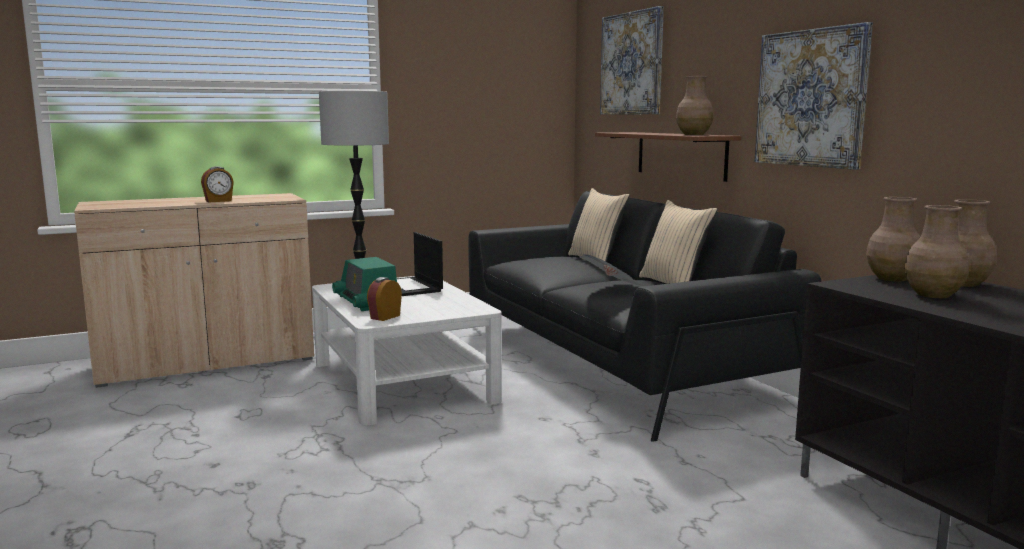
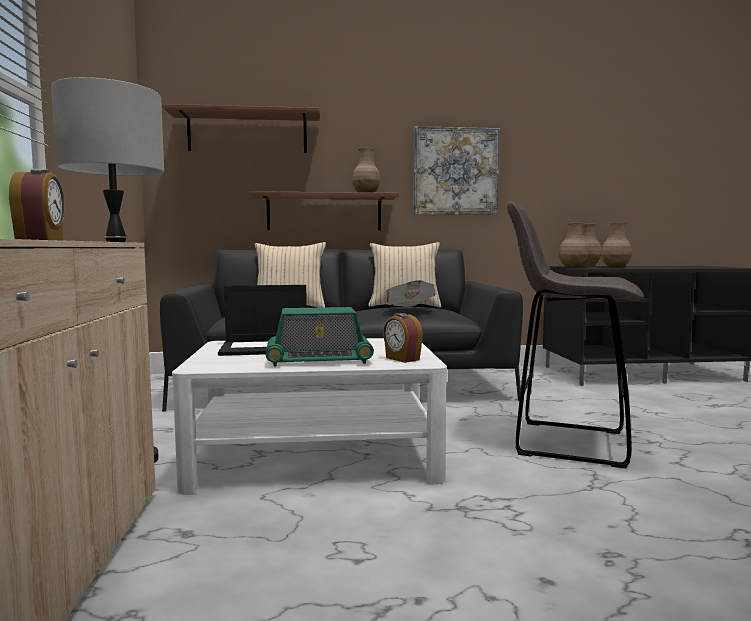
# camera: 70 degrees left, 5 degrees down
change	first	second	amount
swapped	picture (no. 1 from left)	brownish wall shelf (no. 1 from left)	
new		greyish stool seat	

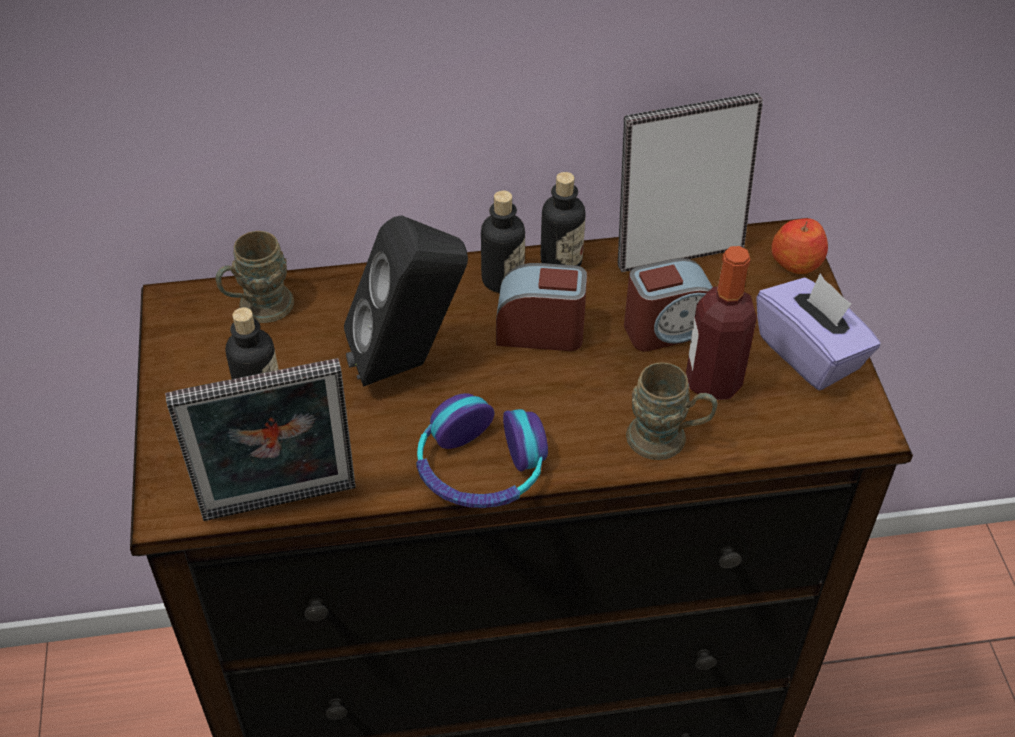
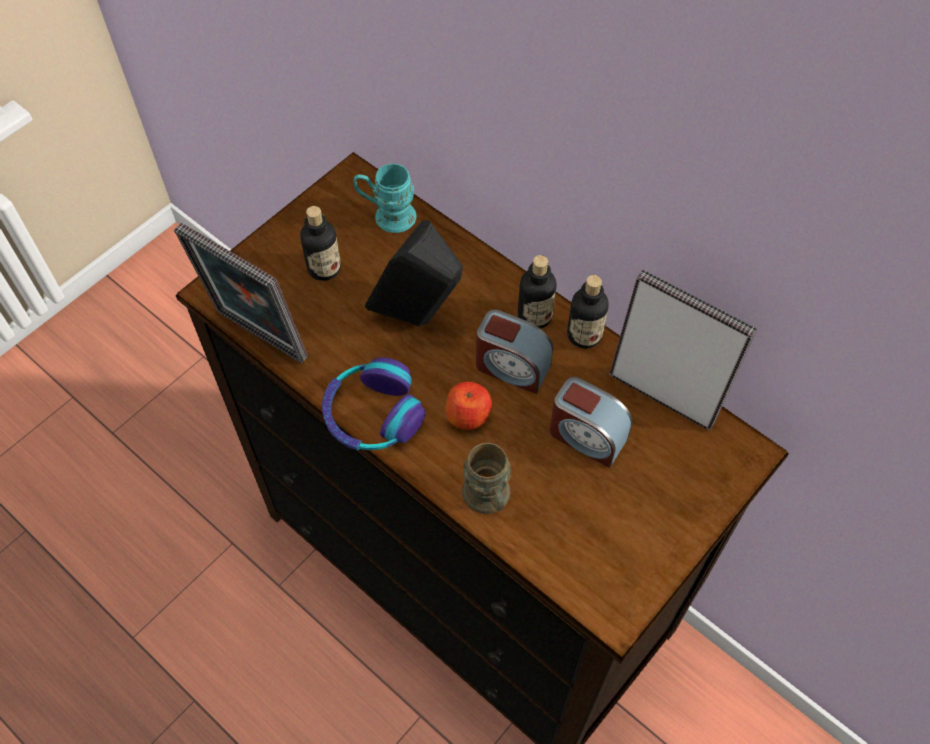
# camera: 50 degrees right, 10 degrees up
change	first	second	amount
shifted	whole apple		
repainted	brownish mug (no. 1 from left)	turquoise-coloured mug	
gone	bottle (no. 4 from left)		
rotated	table clock (no. 1 from left)		150 degrees clockwise
gone	purplish box of tissues		

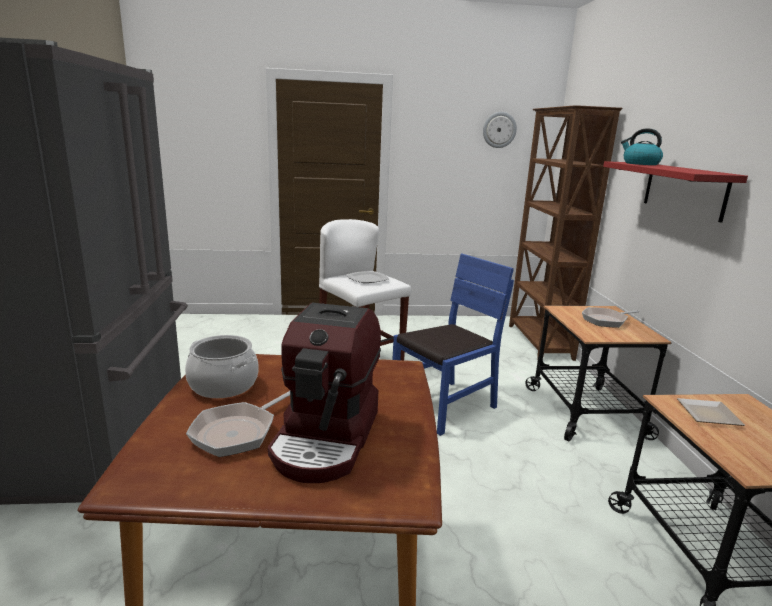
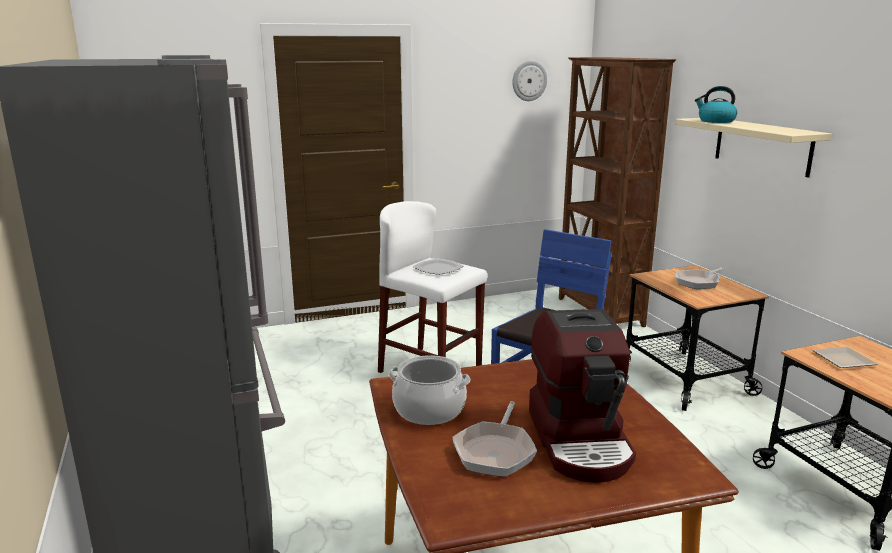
# camera: 15 degrees left, 0 degrees up
change	first	second	amount
repainted	reddish wall shelf	sand-coloured wall shelf	

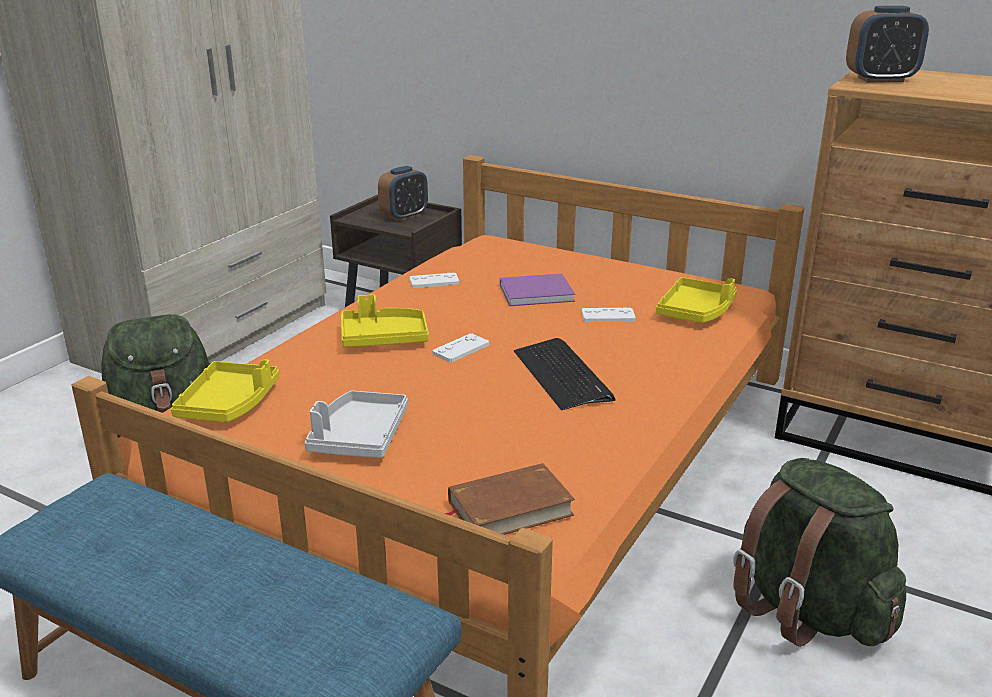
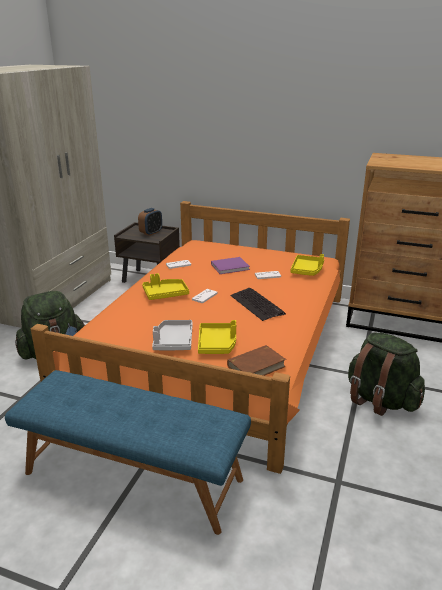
# camera: 10 degrees left, 0 degrees up
change	first	second	amount
gone	table clock (no. 2 from left)		
shifted	yellow carrying tray (no. 1 from left in the first image)	yellow carrying tray (no. 2 from left)	

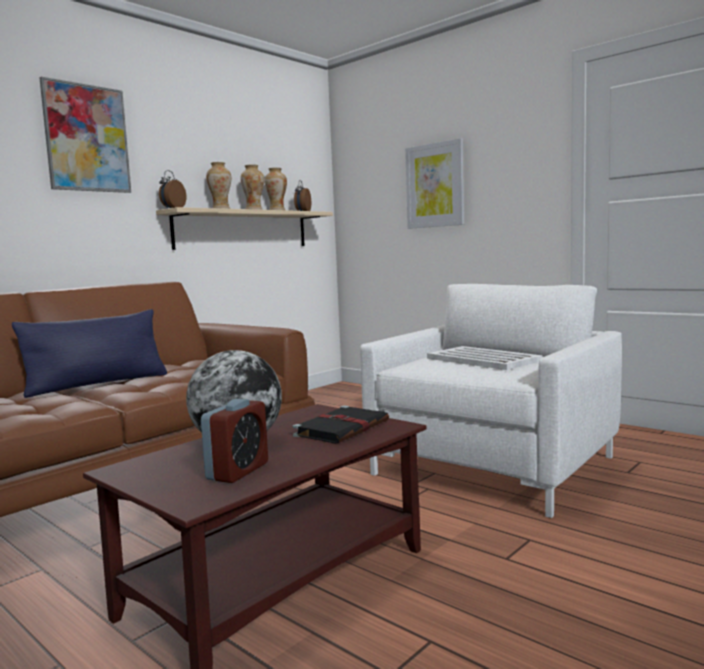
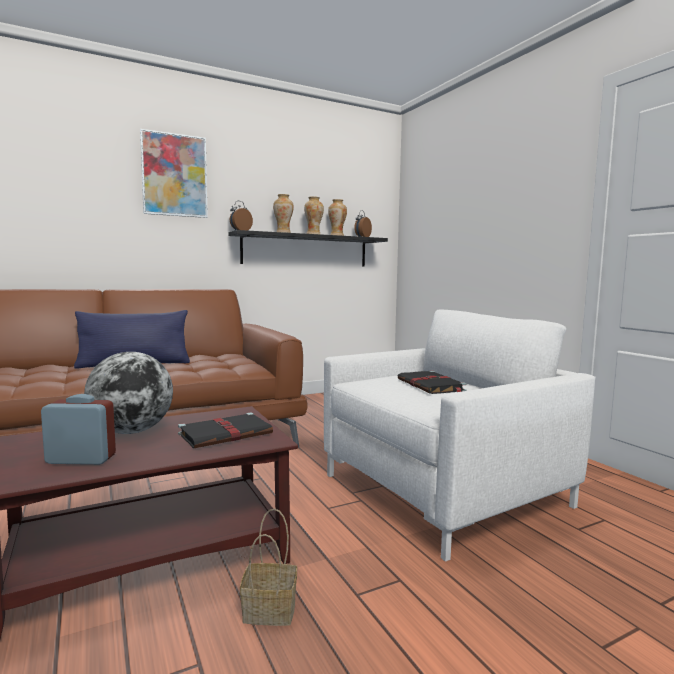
# camera: 20 degrees right, 0 degrees up
change	first	second	amount
gone	picture (no. 2 from left)		
repainted	sand-coloured wall shelf	black wall shelf	
swapped	whitish carrying tray	black bound book (no. 2 from left)	
rotated	table clock (no. 2 from left in the first image)	table clock (no. 1 from left)	135 degrees counterclockwise
new		storage basket	

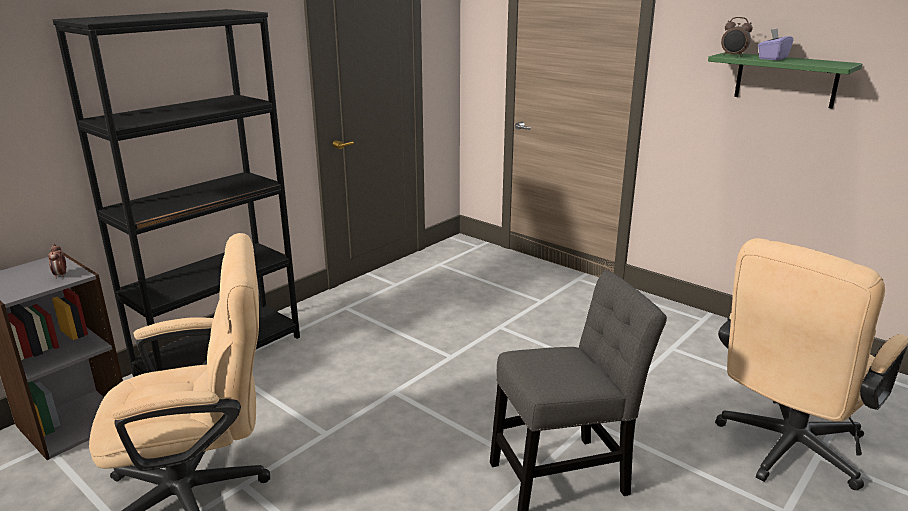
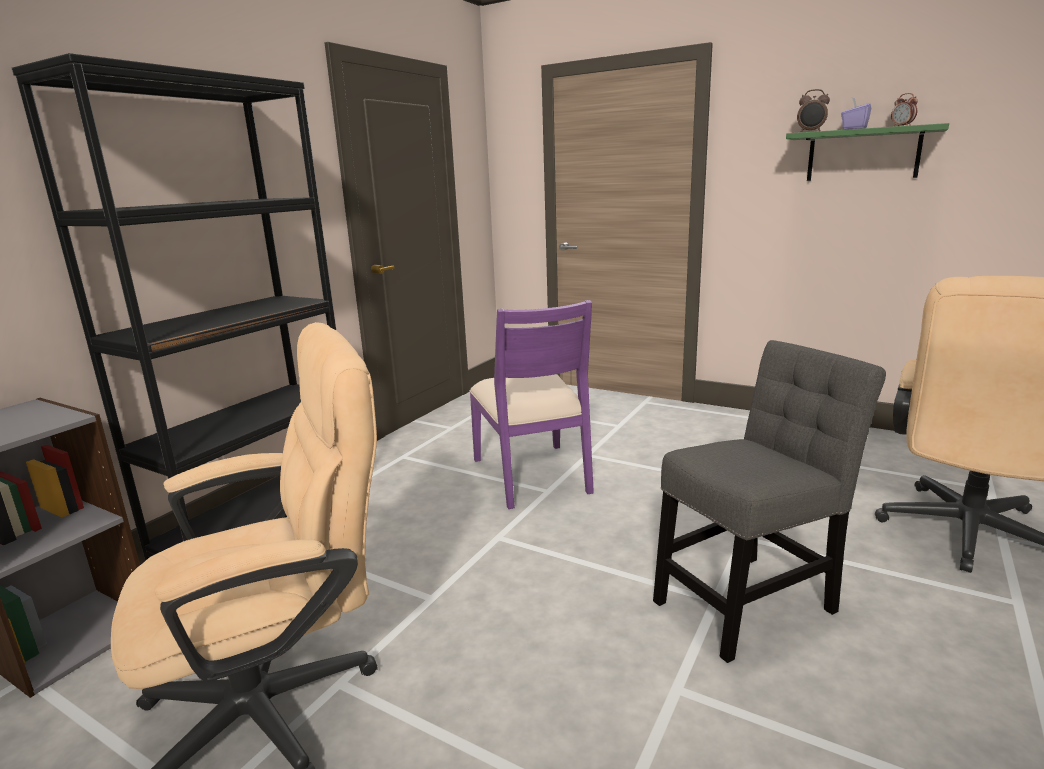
# camera: 10 degrees left, 5 degrees down
change	first	second	amount
shifted	table clock (no. 1 from left in the first image)	table clock (no. 2 from left)	
new		purplish plain chair	

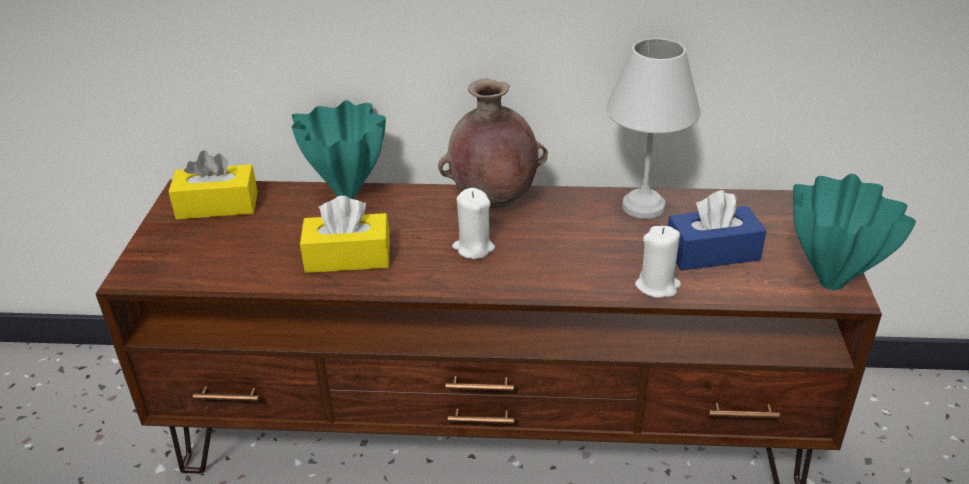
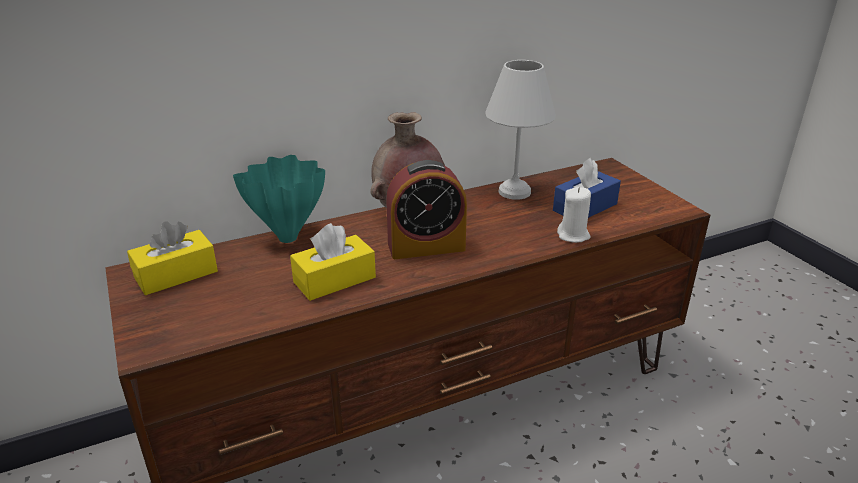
# camera: 30 degrees left, 5 degrees down
change	first	second	amount
gone	turquoise-coloured vase (no. 2 from left)		
swapped	whitish wax candle (no. 1 from left)	table clock	

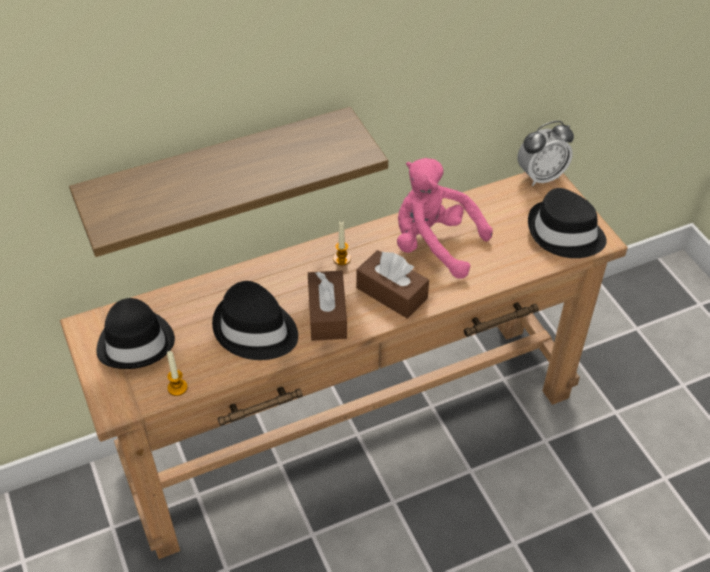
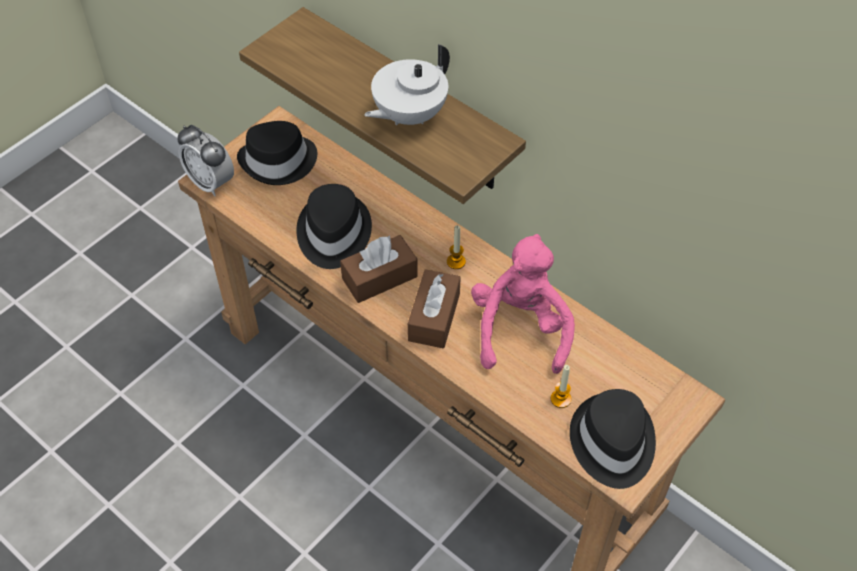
# camera: 65 degrees right, 5 degrees up
change	first	second	amount
shifted	table clock		
shifted	wax candle (no. 1 from left in the first image)	wax candle (no. 2 from left)	
new		whitish teapot	

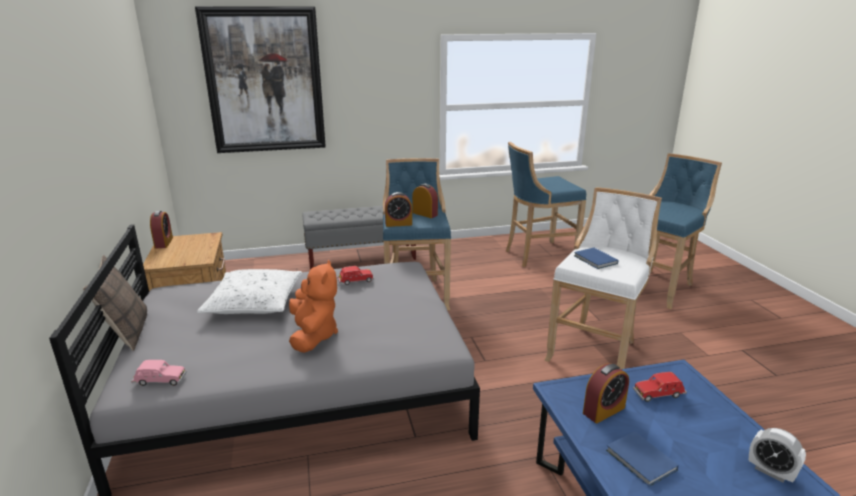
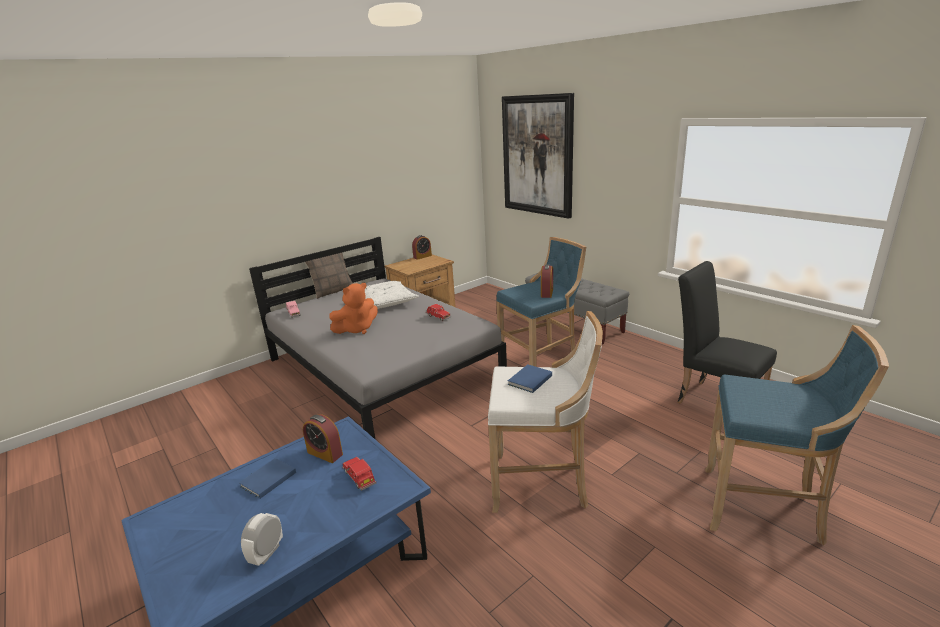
# camera: 65 degrees right, 0 degrees up
change	first	second	amount
swapped	bluish stool seat (no. 2 from left)	black plain chair	
gone	table clock (no. 2 from left)		

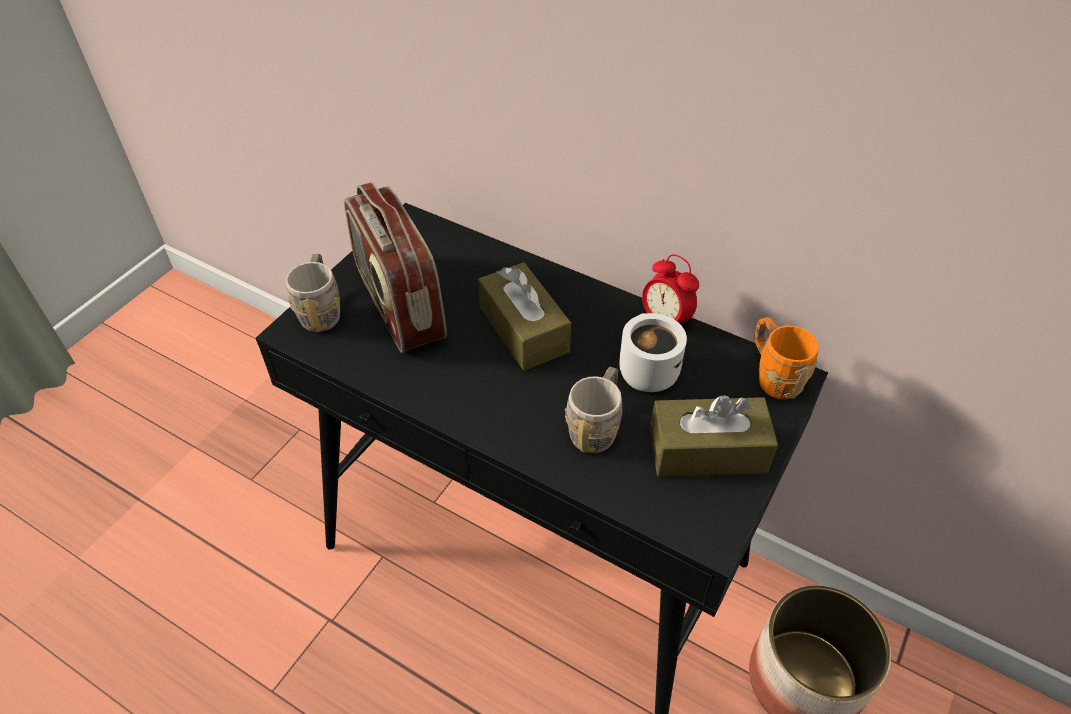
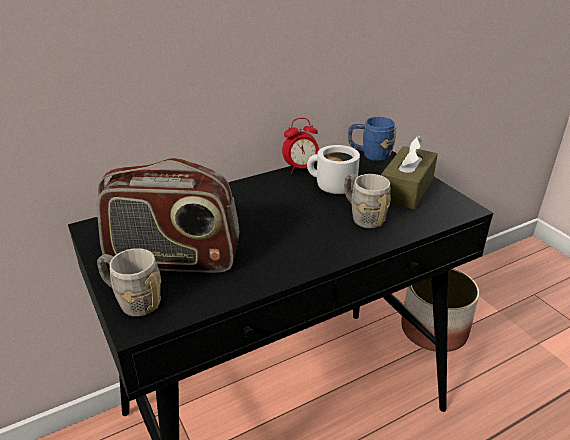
# camera: 60 degrees left, 15 degrees down
change	first	second	amount
gone	brownish box of tissues (no. 1 from left)		
repainted	orangey mug	bluish mug	

